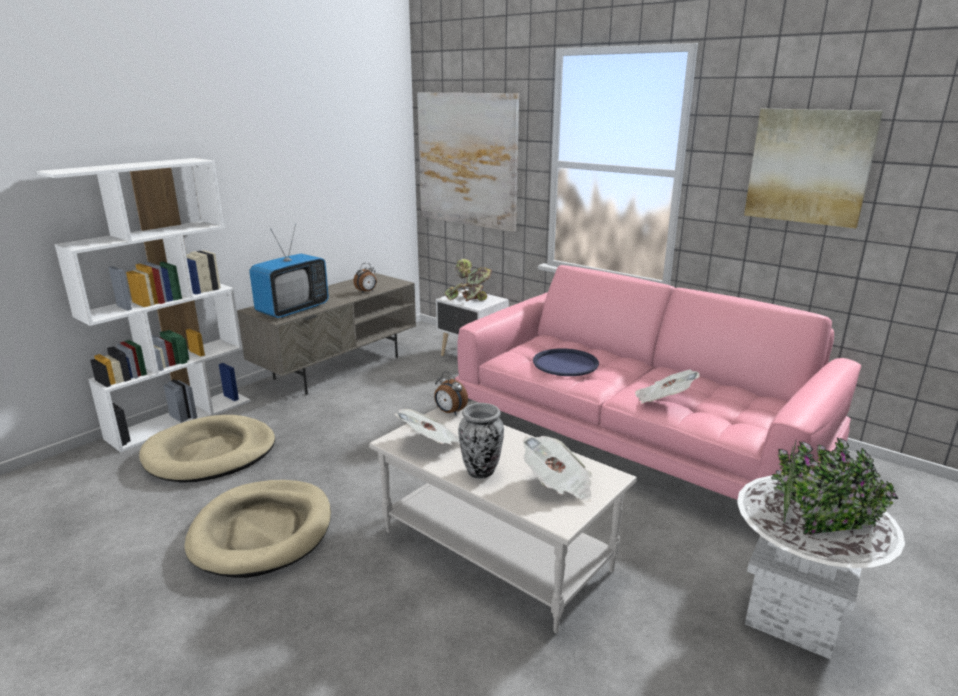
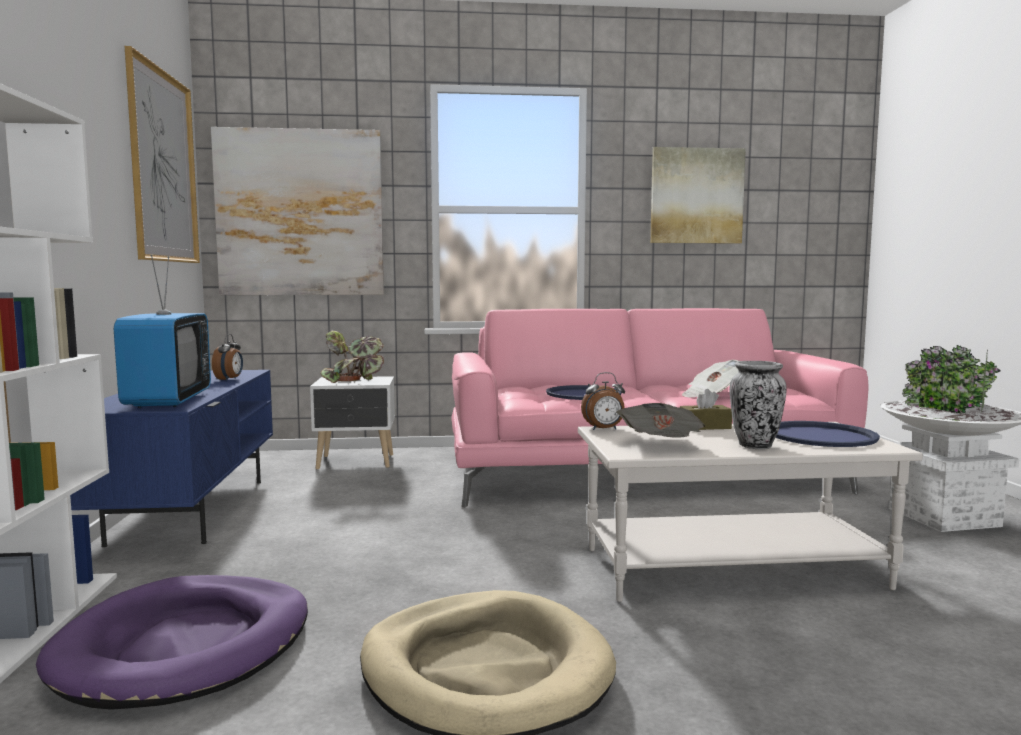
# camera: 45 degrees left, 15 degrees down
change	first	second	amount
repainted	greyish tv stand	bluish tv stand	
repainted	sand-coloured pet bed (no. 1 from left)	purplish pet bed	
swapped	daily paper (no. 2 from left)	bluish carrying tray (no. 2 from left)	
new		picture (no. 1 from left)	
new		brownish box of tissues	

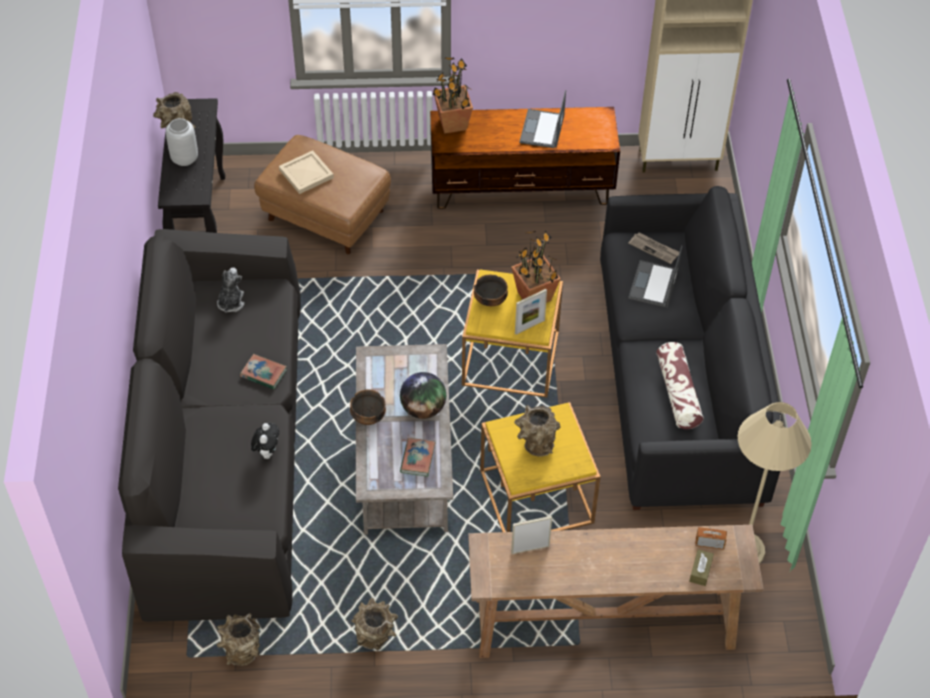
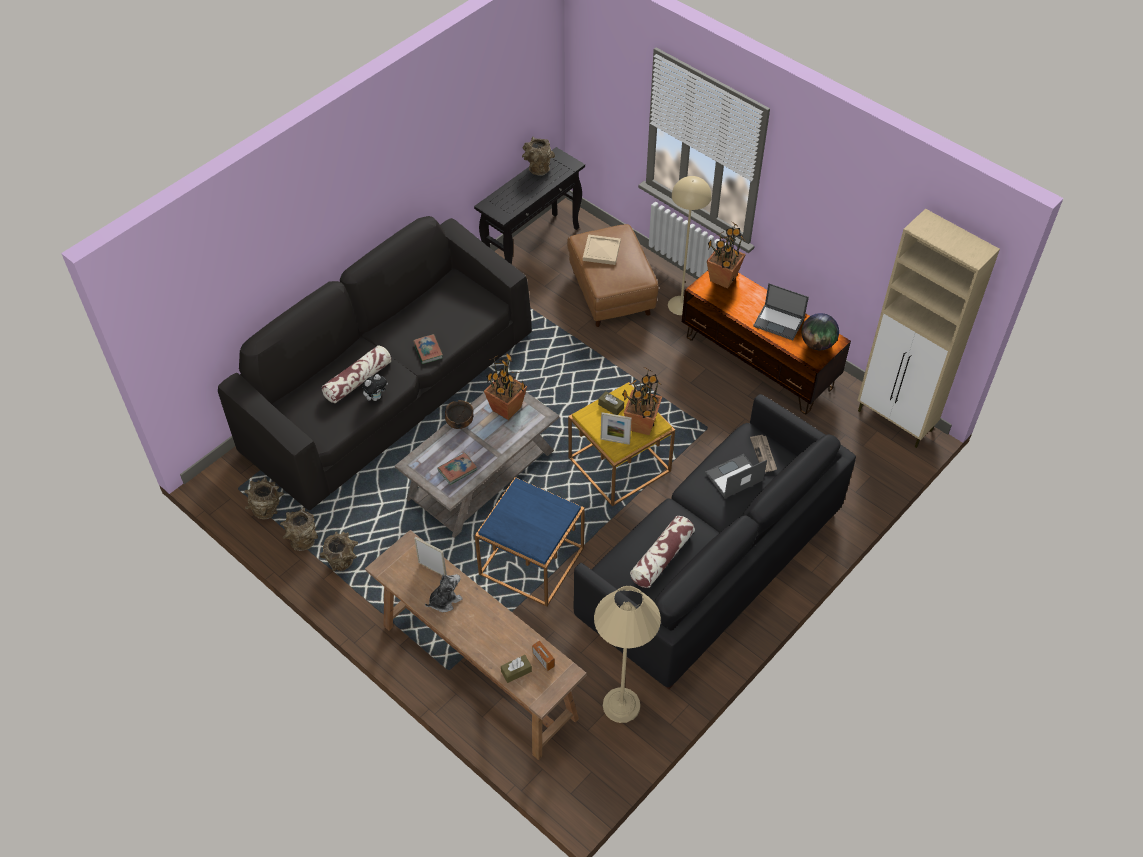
# camera: 45 degrees right, 0 degrees up
change	first	second	amount
rotated	notebook computer (no. 1 from left in the first image)	notebook computer (no. 2 from left)	120 degrees counterclockwise
gone	greyish vase		
shifted	cuddly toy (no. 1 from left in the first image)	cuddly toy (no. 2 from left)	
swapped	deep dish (no. 2 from left)	brownish box of tissues (no. 2 from left)	
shifted	globe		
repainted	yellow end table (no. 2 from left)	bluish end table	
shifted	brownish vase (no. 4 from left in the first image)	brownish vase (no. 2 from left)	
new		sand-coloured standing lamp (no. 2 from left)	
new		throw pillow (no. 1 from left)	
new		potted plant (no. 1 from left)	

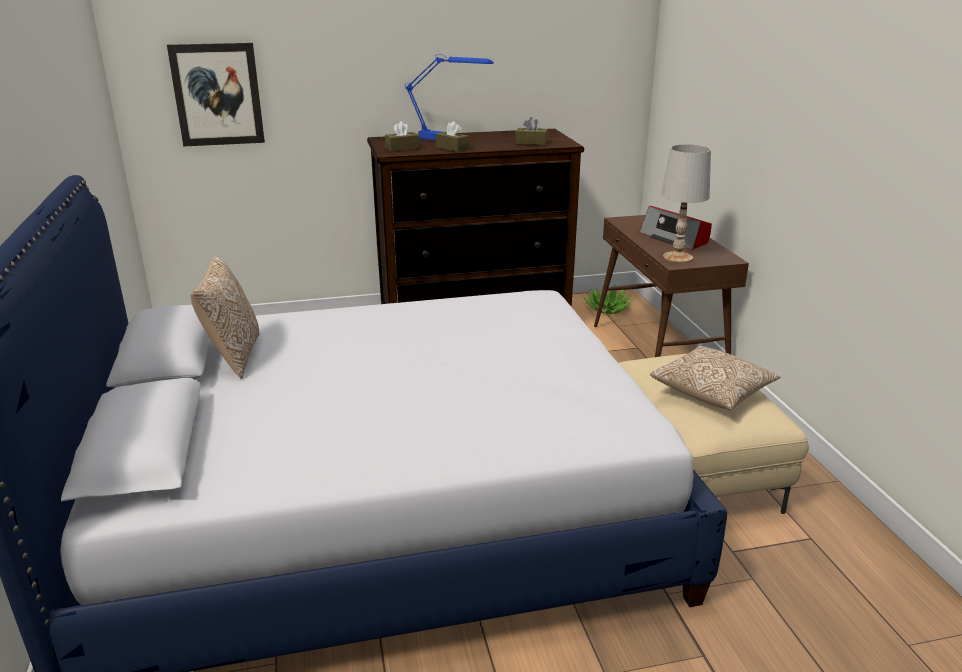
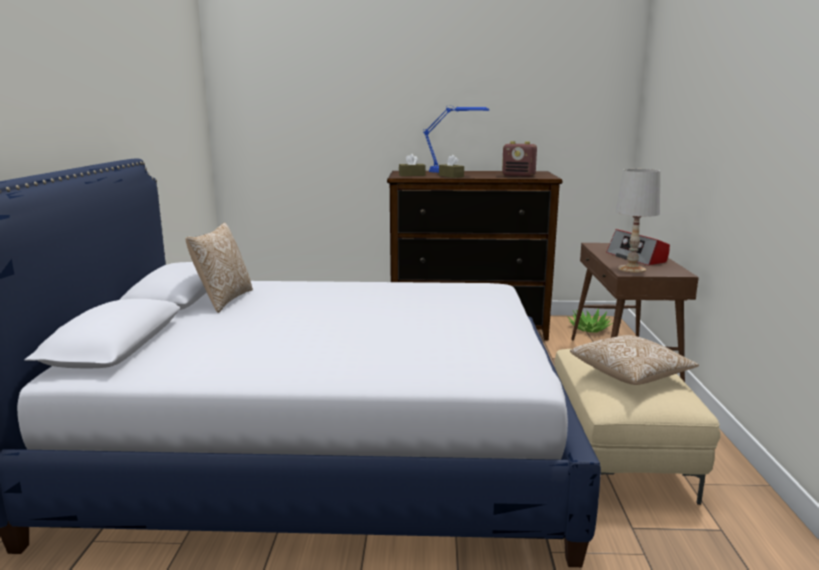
# camera: 15 degrees right, 10 degrees down
change	first	second	amount
gone	picture		
swapped	brownish box of tissues (no. 3 from left)	radio receiver (no. 1 from left)	

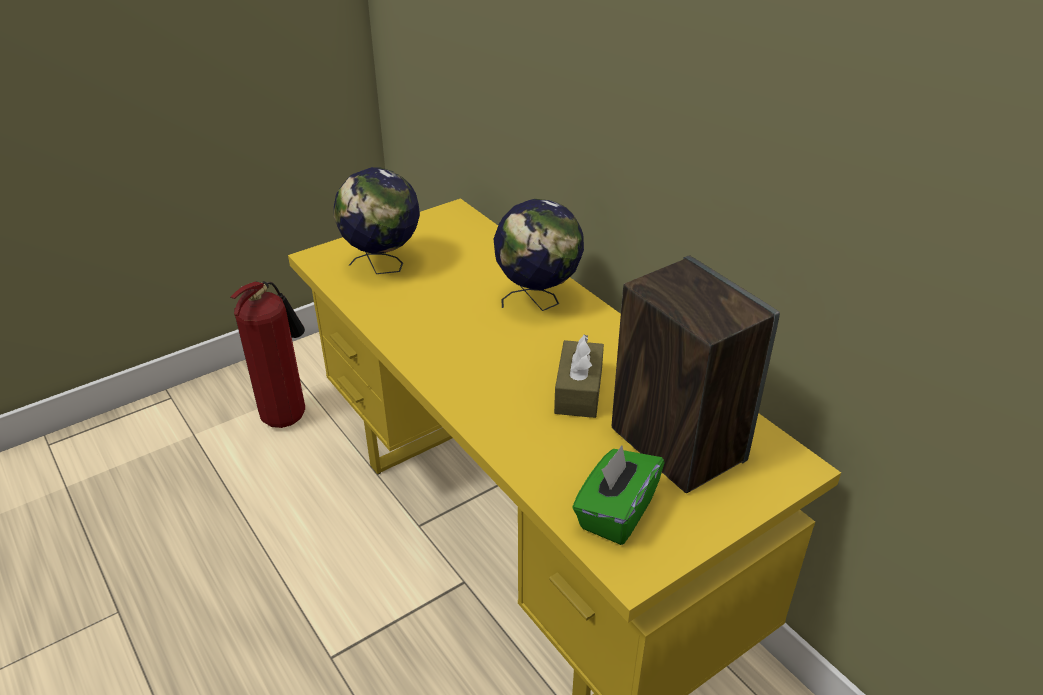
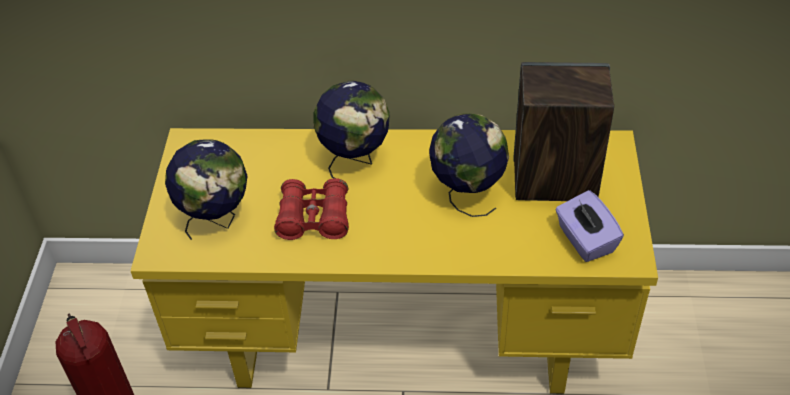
# camera: 50 degrees left, 10 degrees up
change	first	second	amount
swapped	brownish box of tissues	globe (no. 3 from left)	
repainted	green box of tissues	purplish box of tissues	
new		reddish pair of binoculars	

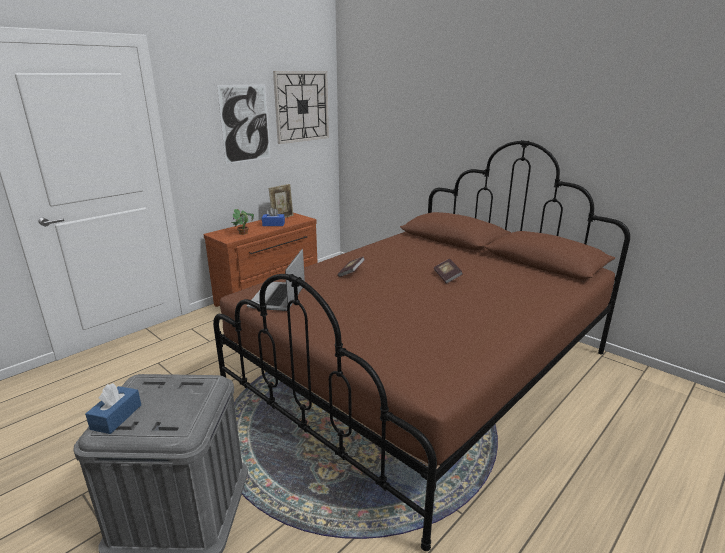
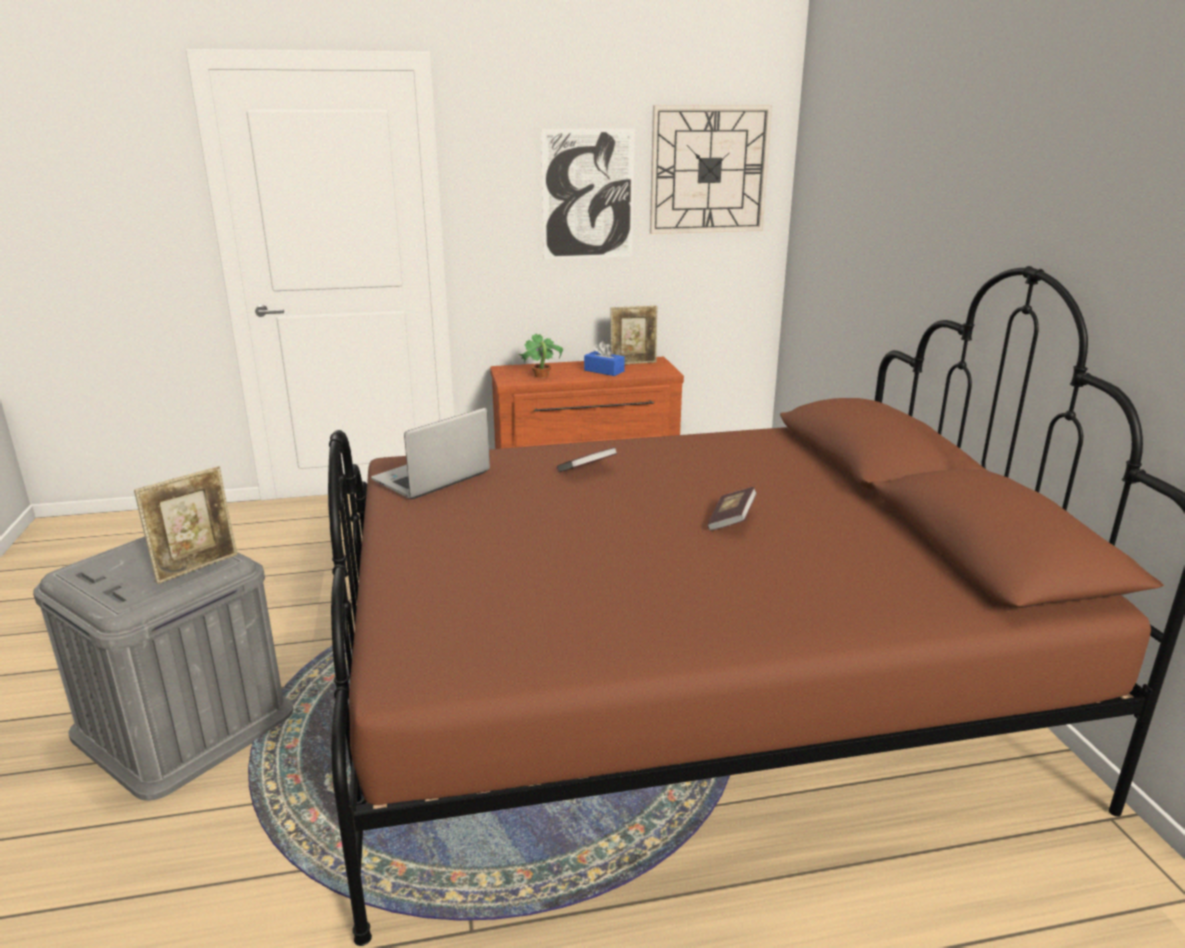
# camera: 35 degrees right, 0 degrees up
change	first	second	amount
gone	bluish box of tissues (no. 1 from left)		
new		photo frame (no. 1 from left)	

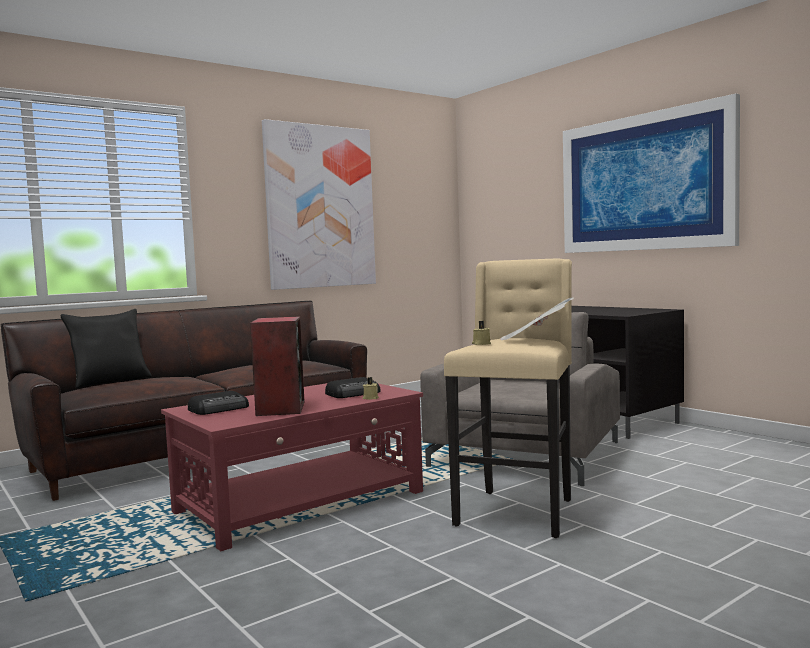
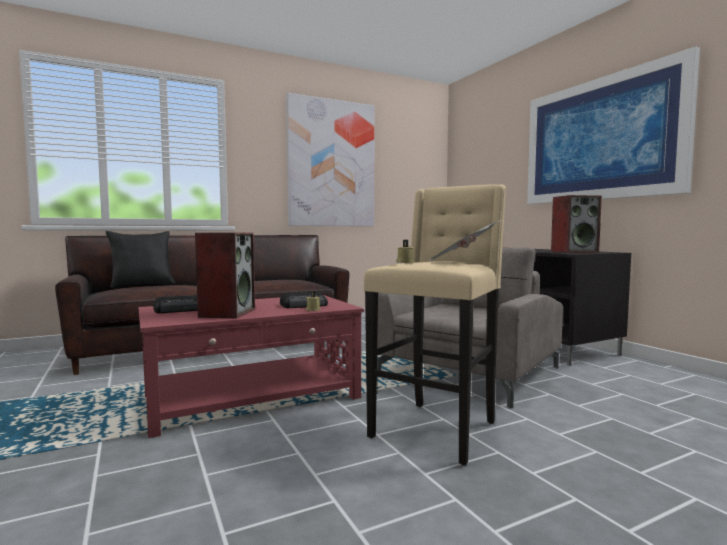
# camera: 10 degrees right, 0 degrees up
change	first	second	amount
new		audio speaker (no. 2 from left)	

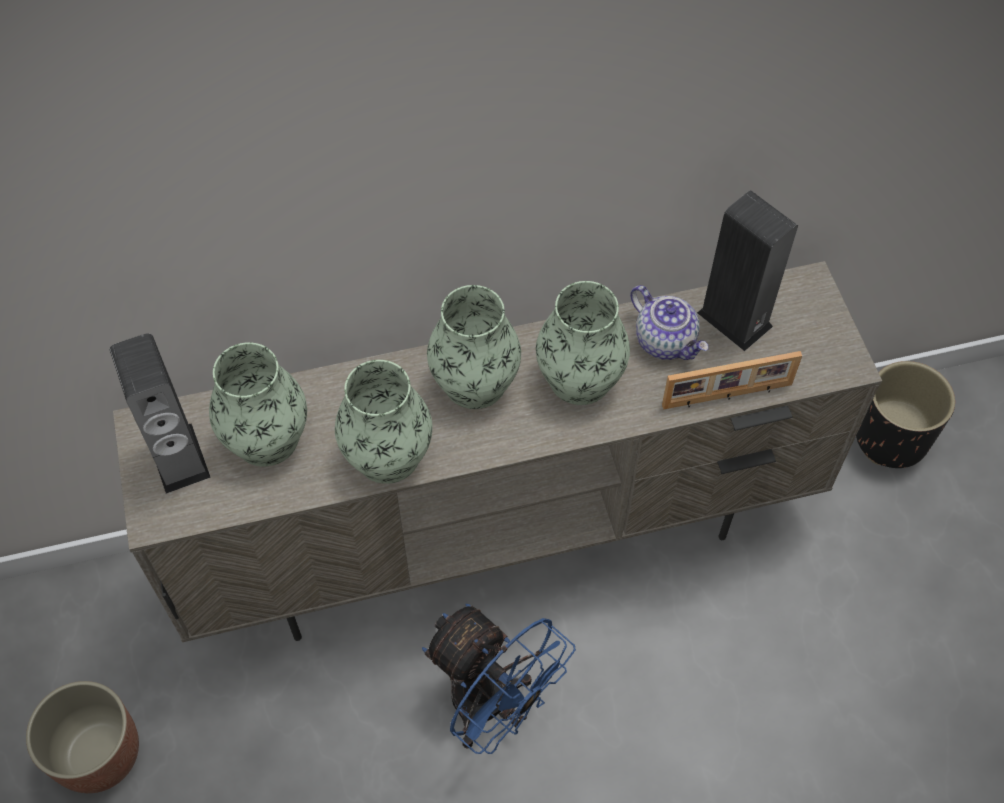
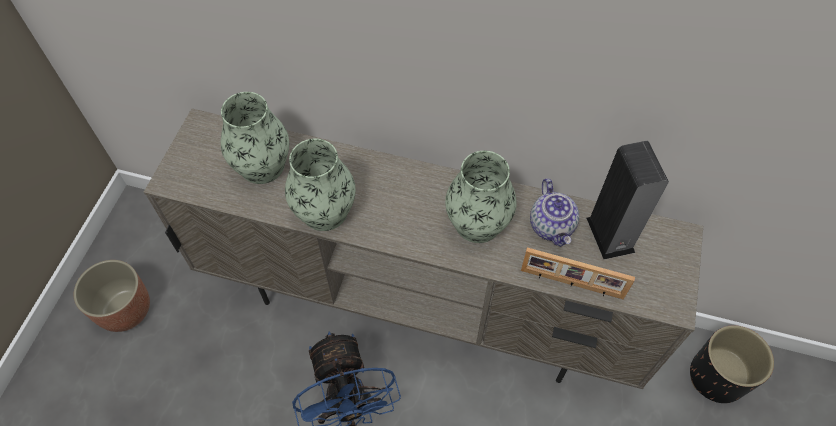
# camera: 30 degrees right, 0 degrees up
change	first	second	amount
gone	vase (no. 3 from left)		
gone	audio speaker (no. 1 from left)		

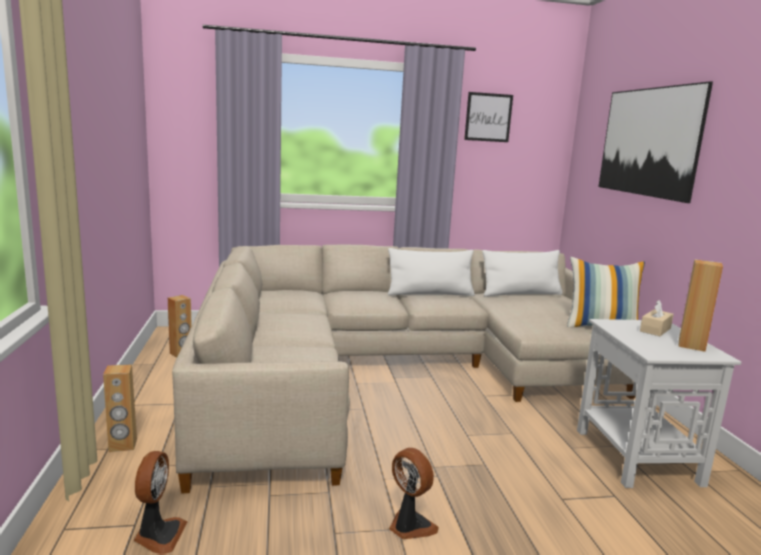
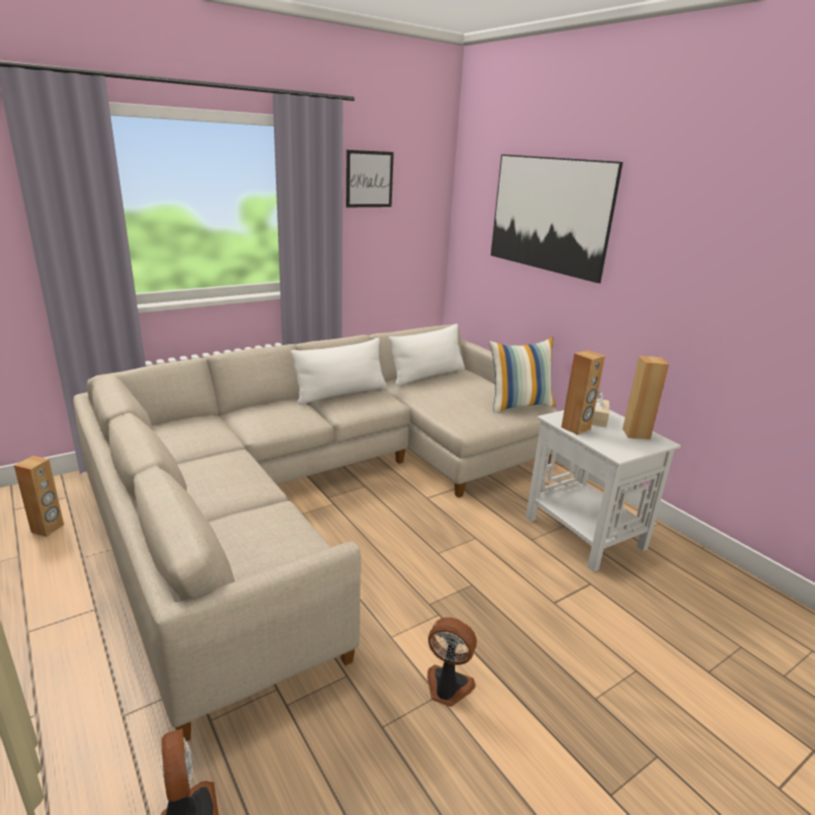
# camera: 25 degrees left, 10 degrees up
change	first	second	amount
shifted	brownish audio speaker (no. 1 from left in the first image)	brownish audio speaker (no. 2 from left)	

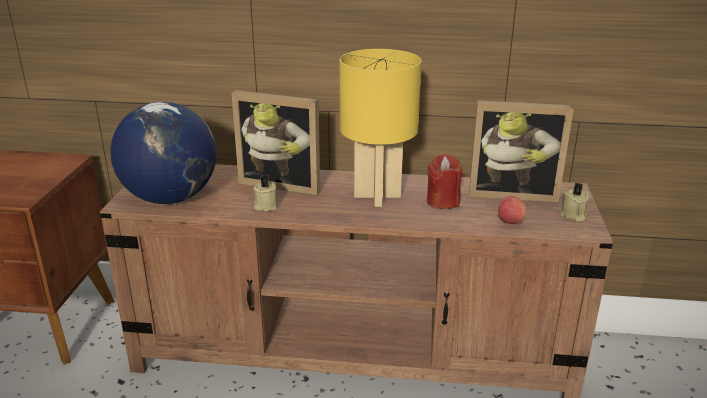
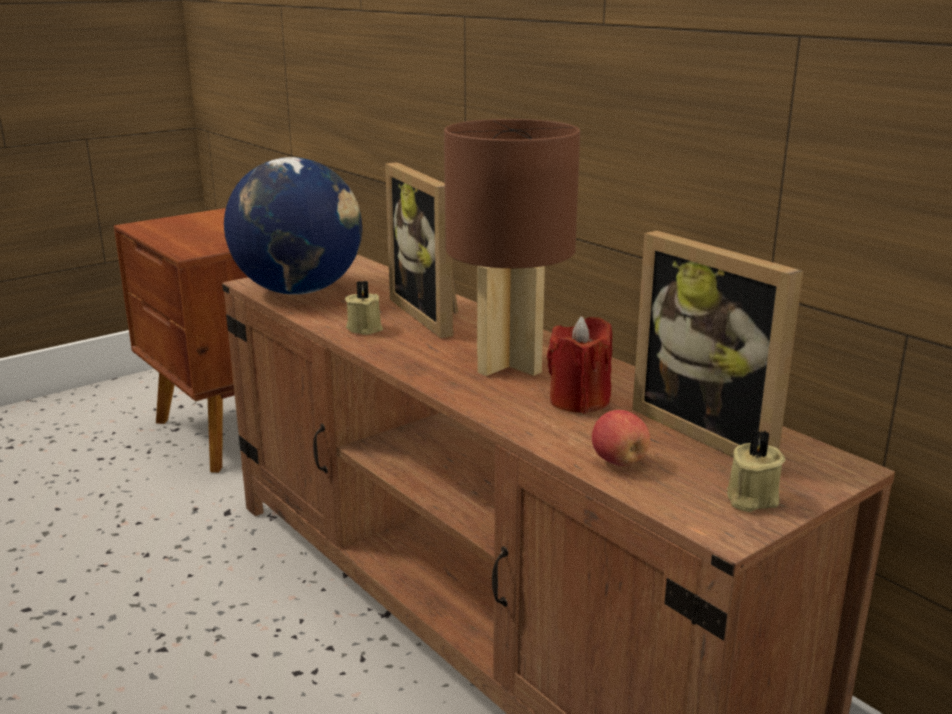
# camera: 45 degrees right, 5 degrees down
change	first	second	amount
repainted	yellow tabletop lamp	brownish tabletop lamp	

